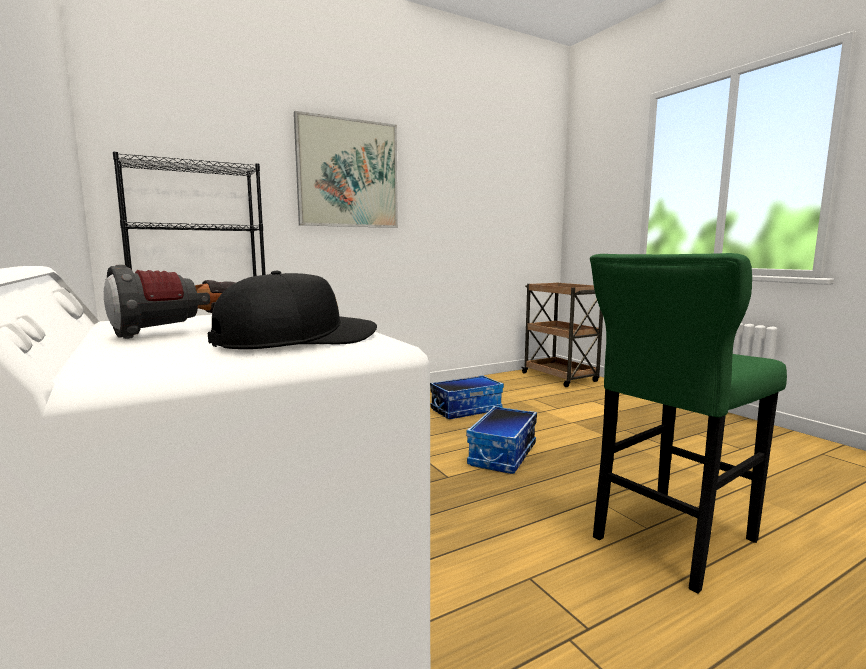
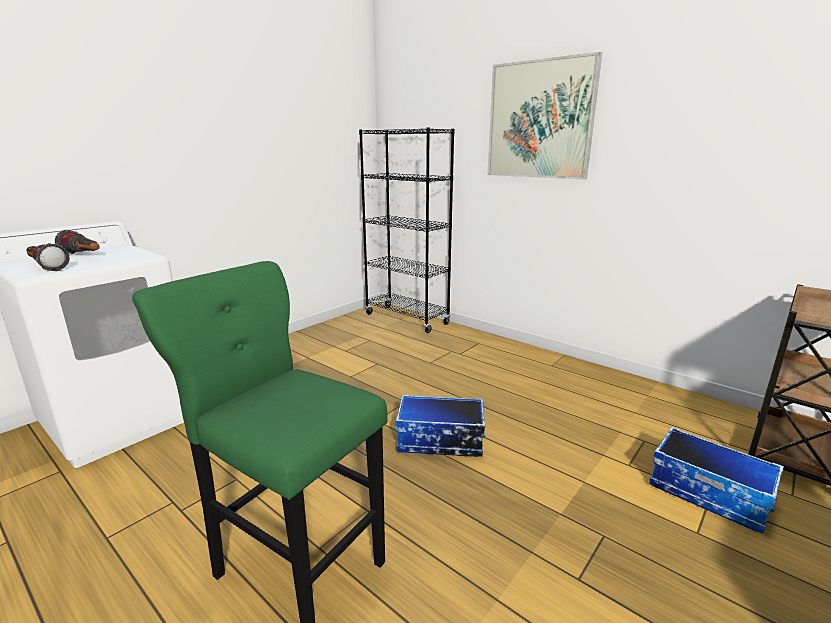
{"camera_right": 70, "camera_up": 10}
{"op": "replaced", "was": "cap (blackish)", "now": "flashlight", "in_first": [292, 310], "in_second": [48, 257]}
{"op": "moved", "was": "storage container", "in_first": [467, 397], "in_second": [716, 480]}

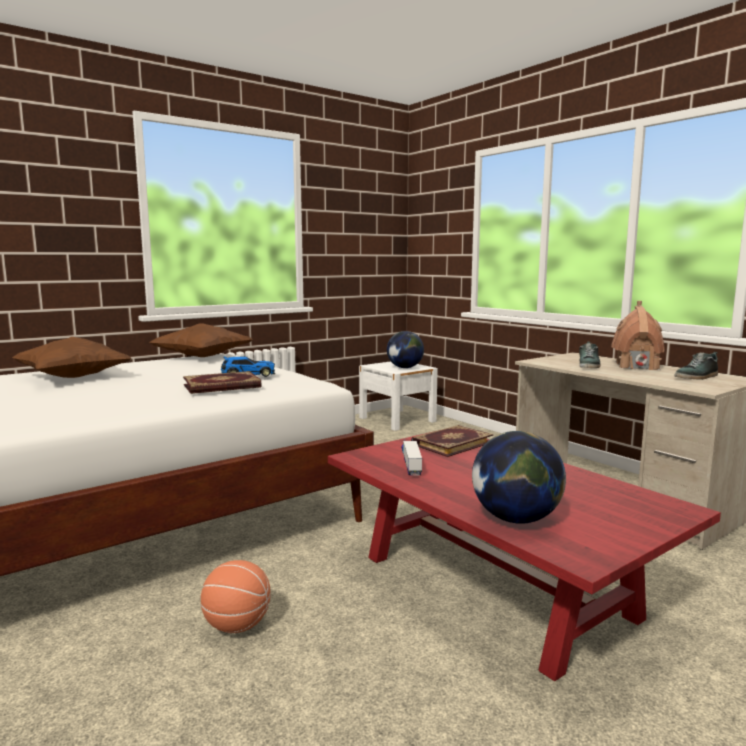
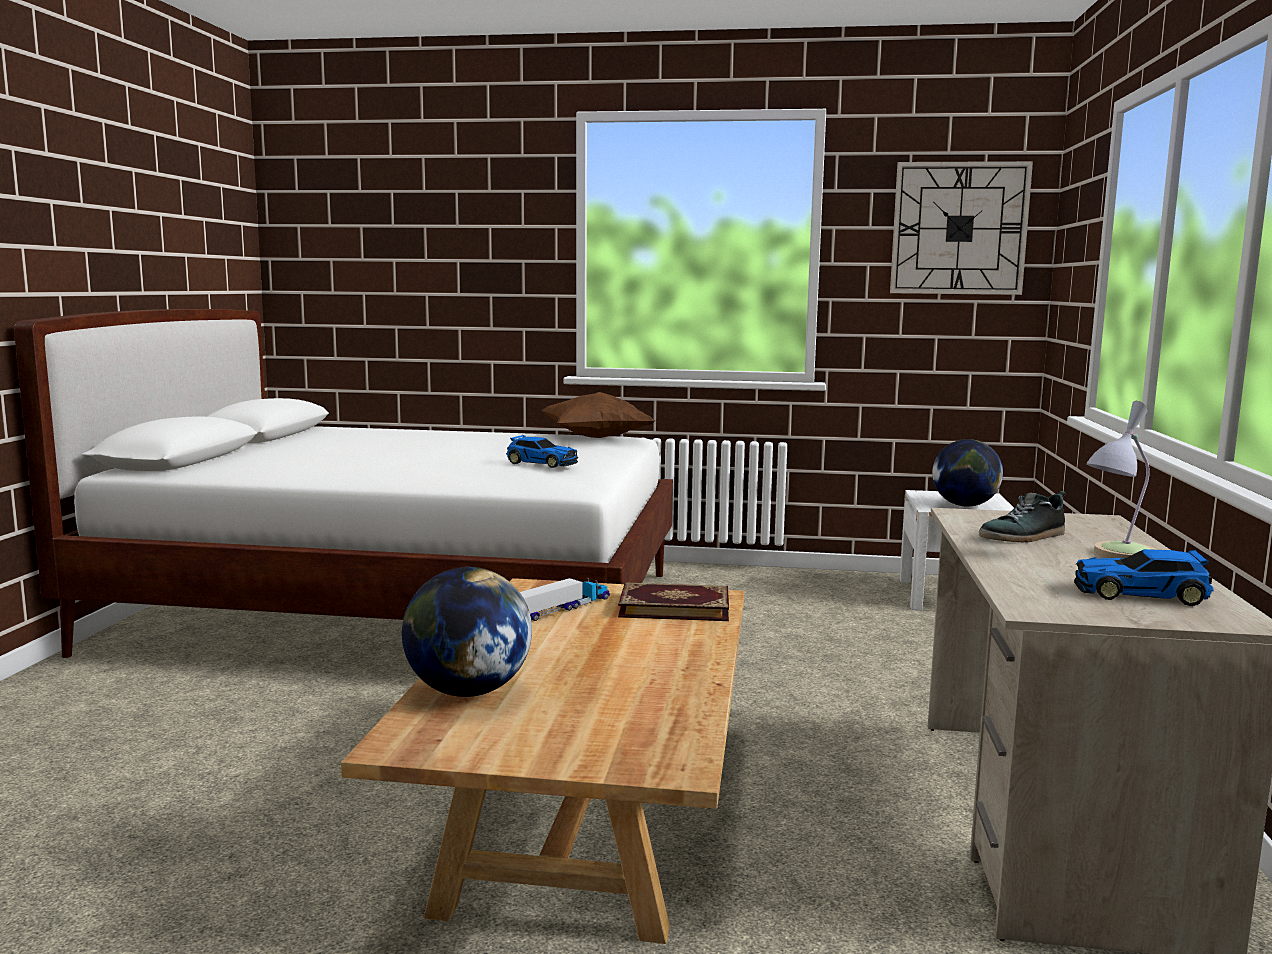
{"camera_right": 45, "camera_up": 0}
{"op": "removed", "was": "cushion (brown-coloured)", "in_first": [71, 357]}
{"op": "removed", "was": "volume", "in_first": [222, 382]}
{"op": "removed", "was": "ball for basketball", "in_first": [236, 596]}
{"op": "recoloured", "was": "lounge table (red-coloured)", "now": "lounge table (beige)", "in_first": [524, 556], "in_second": [542, 761]}
{"op": "replaced", "was": "miniature house", "now": "tabletop lamp", "in_first": [638, 335], "in_second": [1121, 480]}
{"op": "replaced", "was": "item of footwear", "now": "miniature car", "in_first": [696, 366], "in_second": [1144, 577]}
{"op": "added", "now": "hanging clock", "in_second": [961, 228]}

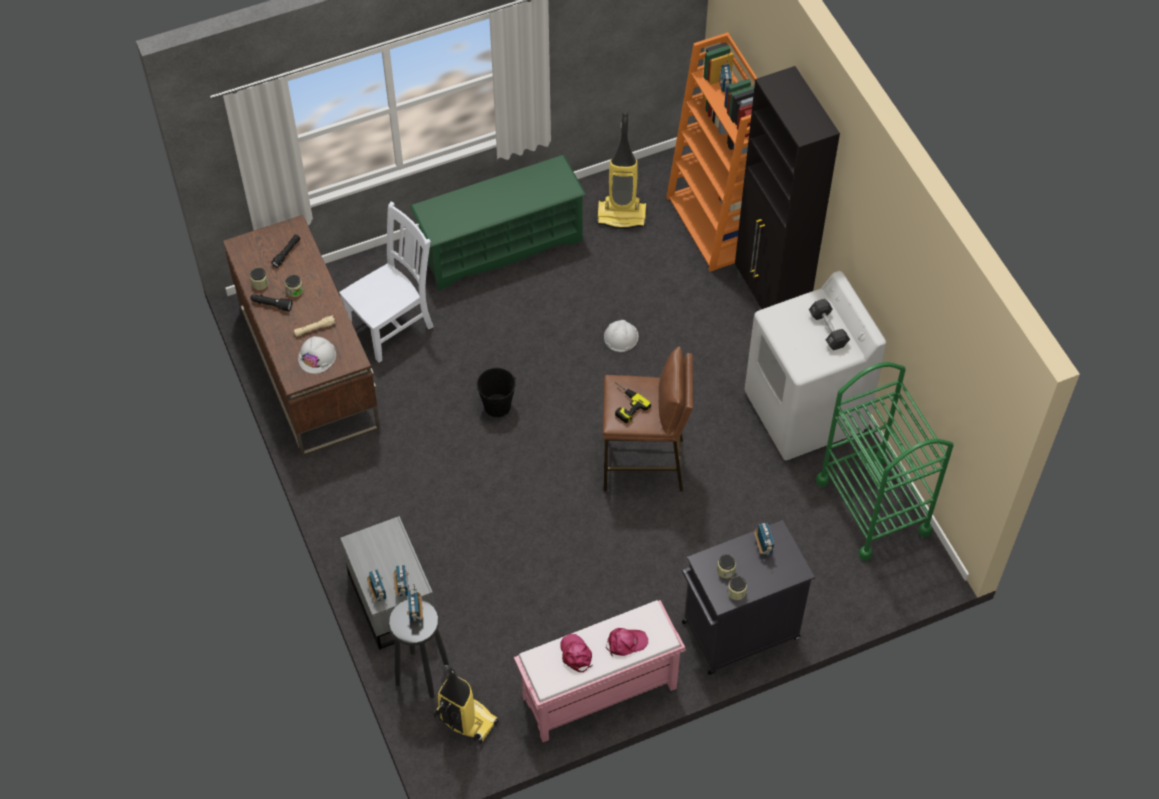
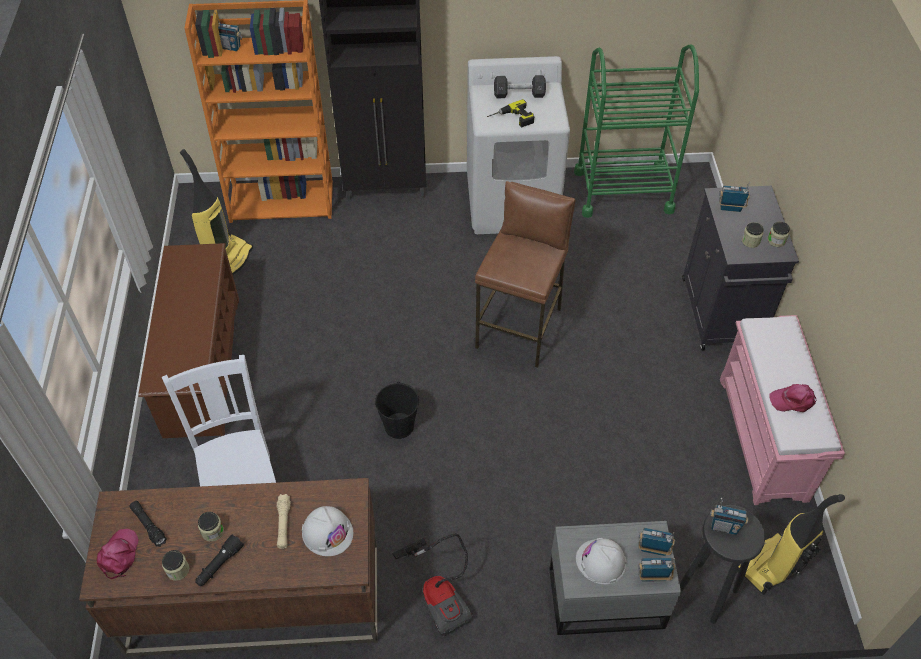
{"camera_right": -70, "camera_up": -5}
{"op": "recoloured", "was": "shoe shelf (greenish)", "now": "shoe shelf (brown-coloured)", "in_first": [498, 223], "in_second": [188, 340]}
{"op": "moved", "was": "work helmet (whitish)", "in_first": [621, 336], "in_second": [601, 561]}
{"op": "moved", "was": "cap (pink)", "in_first": [627, 642], "in_second": [118, 554]}
{"op": "moved", "was": "drill", "in_first": [632, 402], "in_second": [510, 113]}
{"op": "added", "now": "hoover", "in_second": [432, 585]}

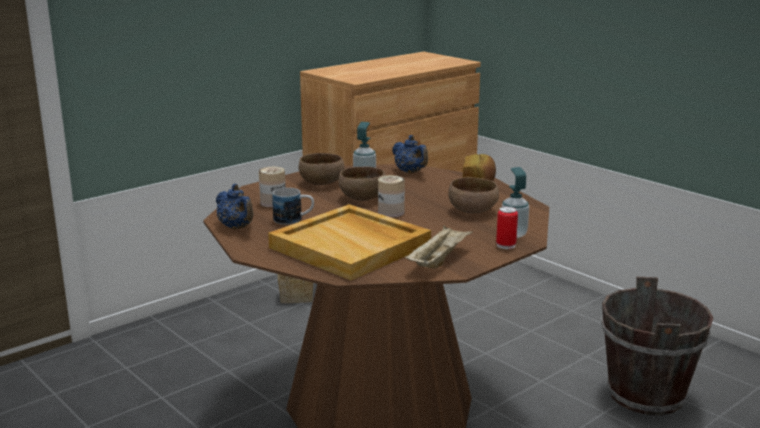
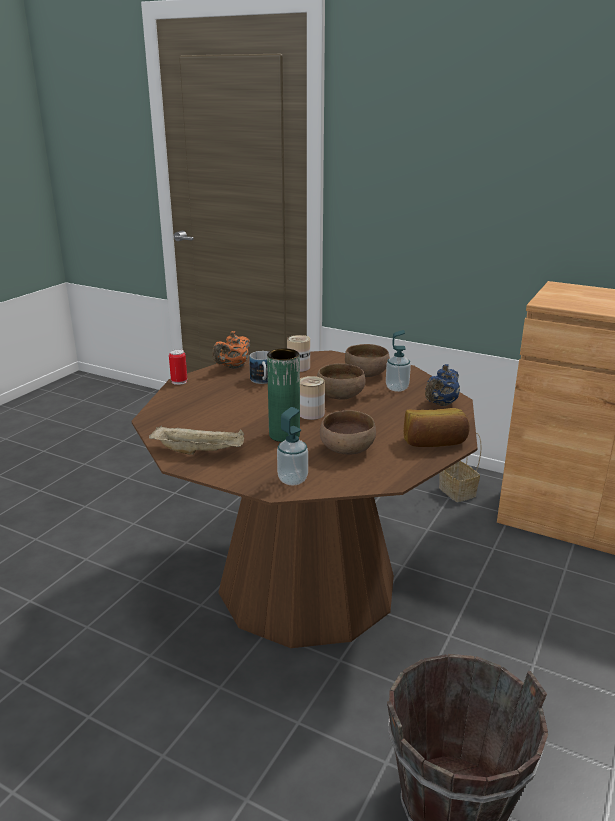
{"camera_right": 70, "camera_up": 5}
{"op": "recoloured", "was": "pot for tea (blue)", "now": "pot for tea (orange)", "in_first": [234, 206], "in_second": [231, 350]}
{"op": "removed", "was": "carrying tray (beige)", "in_first": [349, 242]}
{"op": "moved", "was": "can", "in_first": [507, 227], "in_second": [178, 367]}
{"op": "added", "now": "decorative vase (greenish)", "in_second": [283, 395]}

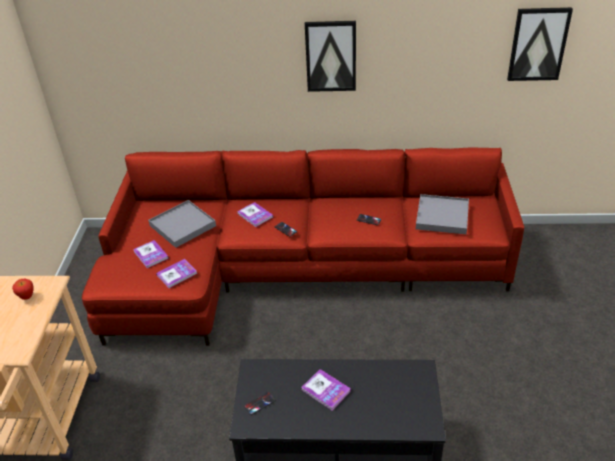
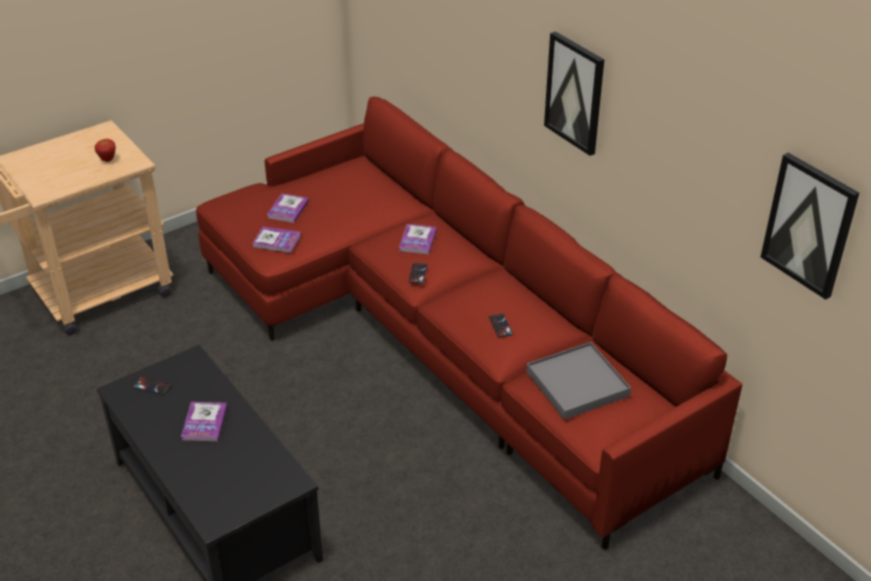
{"camera_right": 50, "camera_up": 0}
{"op": "removed", "was": "carrying tray (grey)", "in_first": [182, 224]}

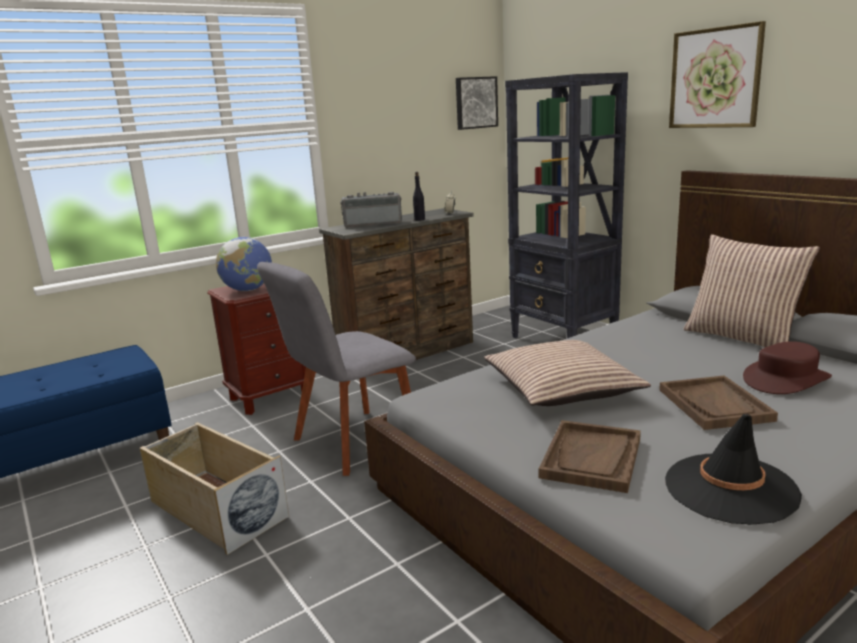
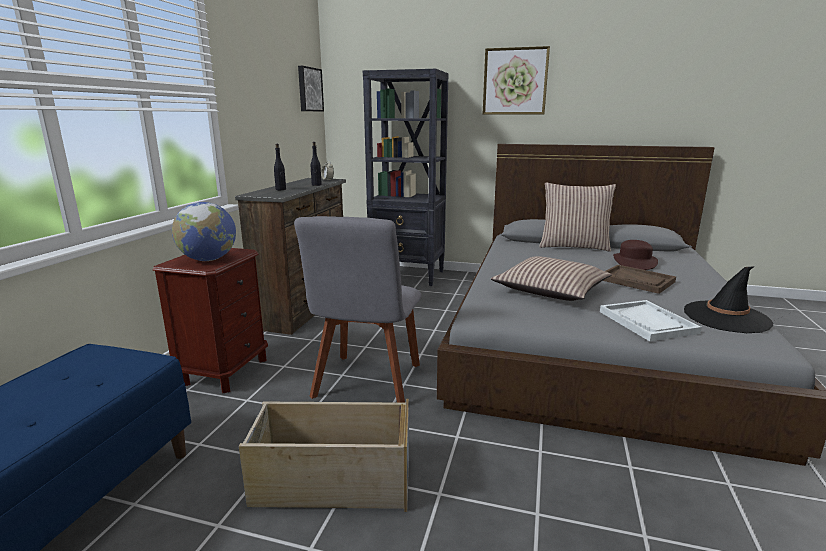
{"camera_right": -40, "camera_up": 0}
{"op": "replaced", "was": "radio receiver", "now": "beverage bottle (blackish)", "in_first": [371, 210], "in_second": [280, 167]}
{"op": "recoloured", "was": "carrying tray (brown-coloured)", "now": "carrying tray (whitish)", "in_first": [590, 456], "in_second": [651, 320]}

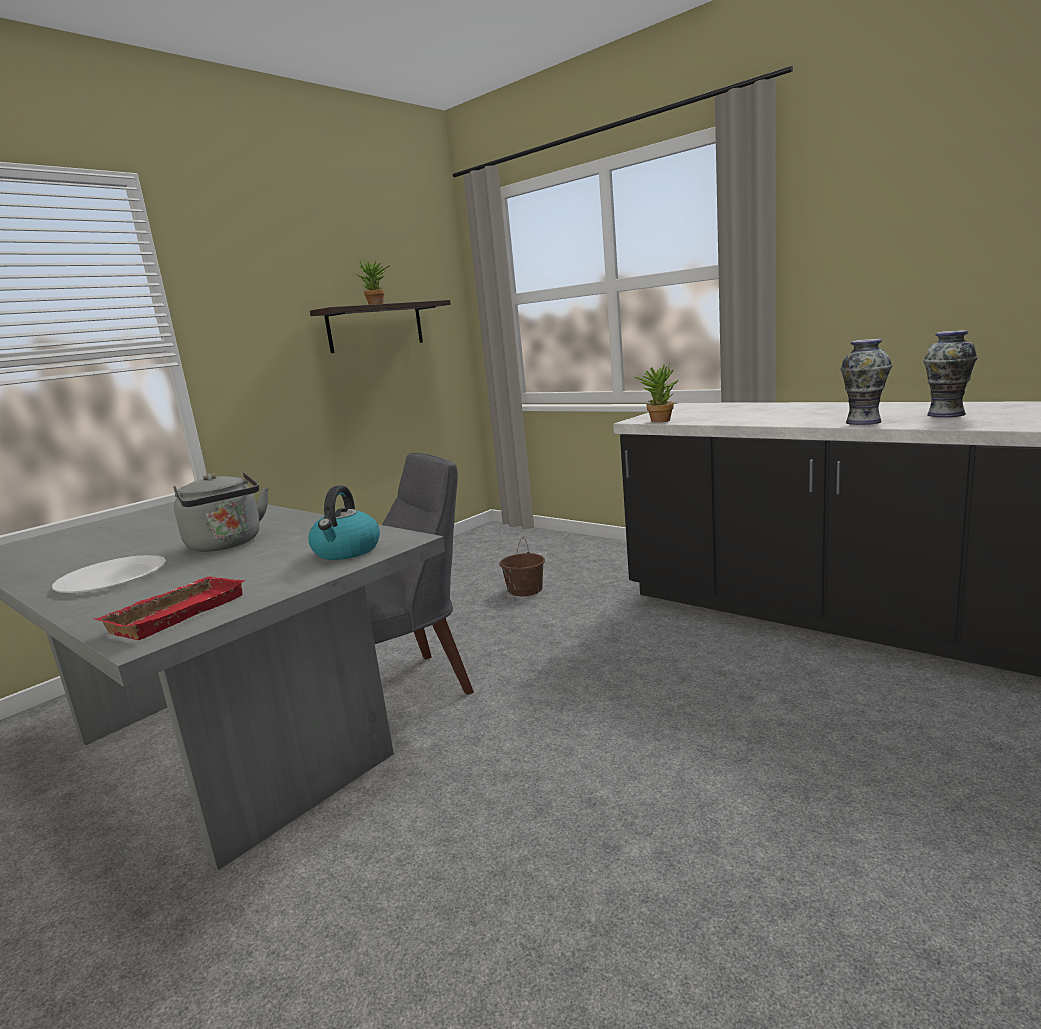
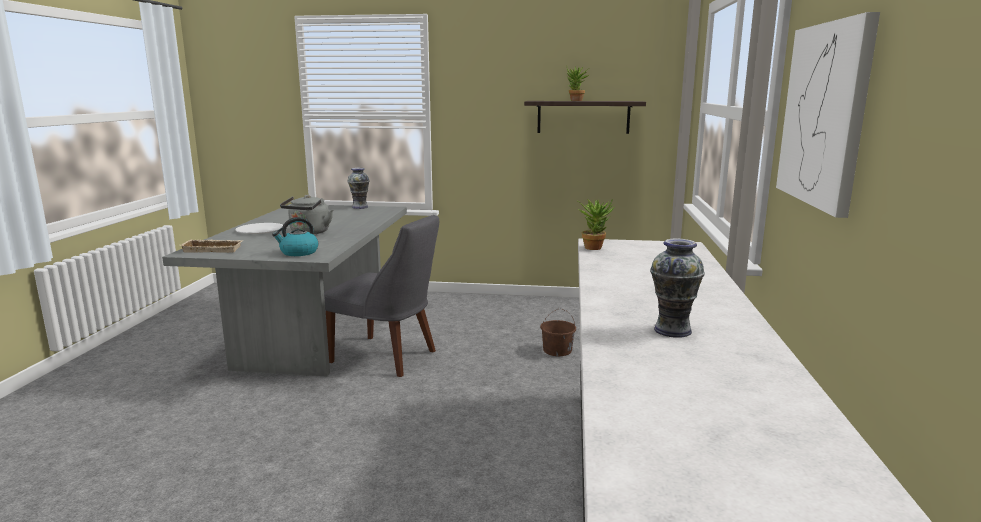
{"camera_right": 55, "camera_up": 0}
{"op": "recoloured", "was": "carrying tray (red-coloured)", "now": "carrying tray (beige)", "in_first": [169, 608], "in_second": [212, 246]}
{"op": "moved", "was": "decorative vase", "in_first": [866, 382], "in_second": [358, 188]}
{"op": "added", "now": "picture", "in_second": [828, 115]}

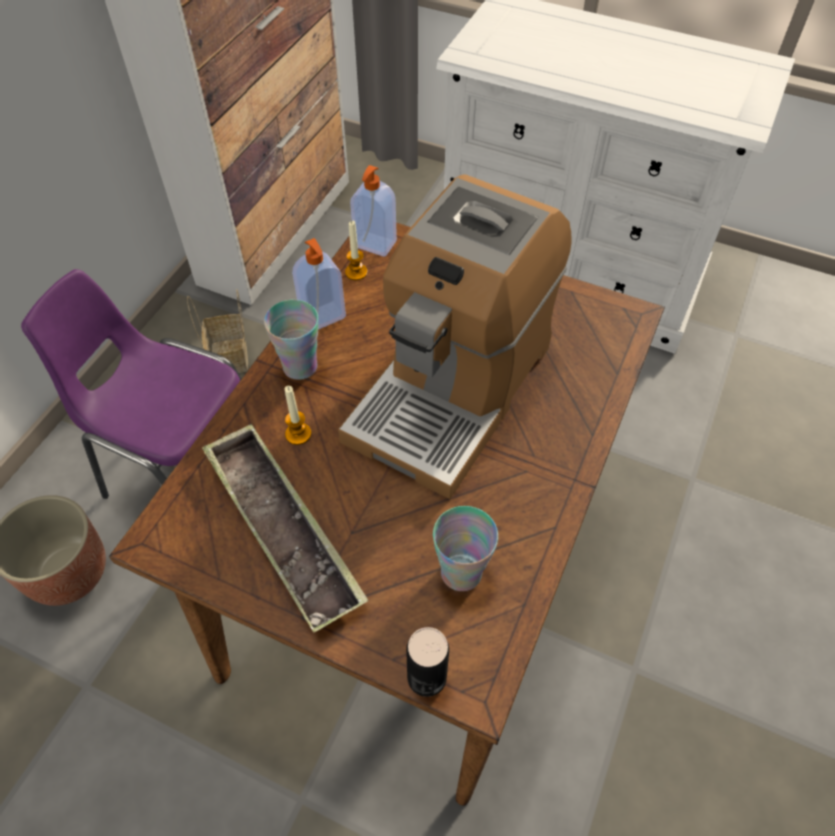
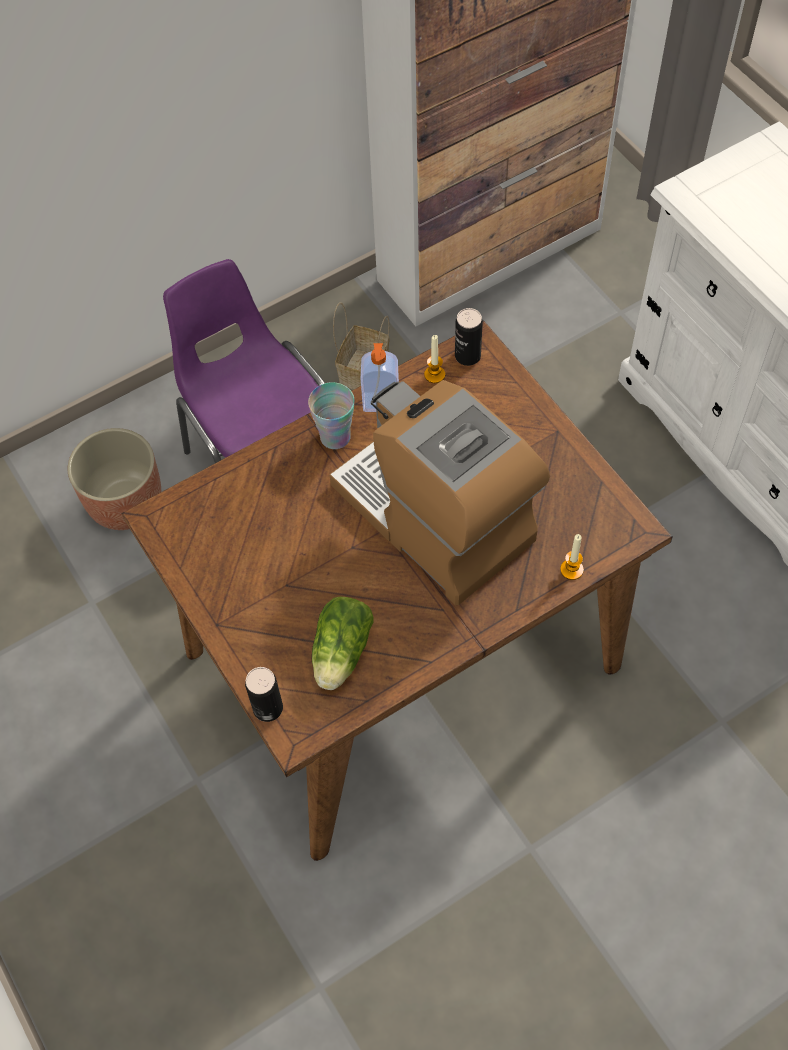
{"camera_right": 35, "camera_up": 5}
{"op": "removed", "was": "carrying tray", "in_first": [285, 528]}
{"op": "moved", "was": "wax light", "in_first": [298, 415], "in_second": [572, 557]}
{"op": "turned", "was": "coffee brewer", "in_first": [455, 336], "in_second": [440, 492], "clockwise": 75}
{"op": "replaced", "was": "liquid soap bottle", "now": "can", "in_first": [373, 211], "in_second": [469, 337]}
{"op": "replaced", "was": "small cup", "now": "lettuce", "in_first": [465, 548], "in_second": [343, 643]}

